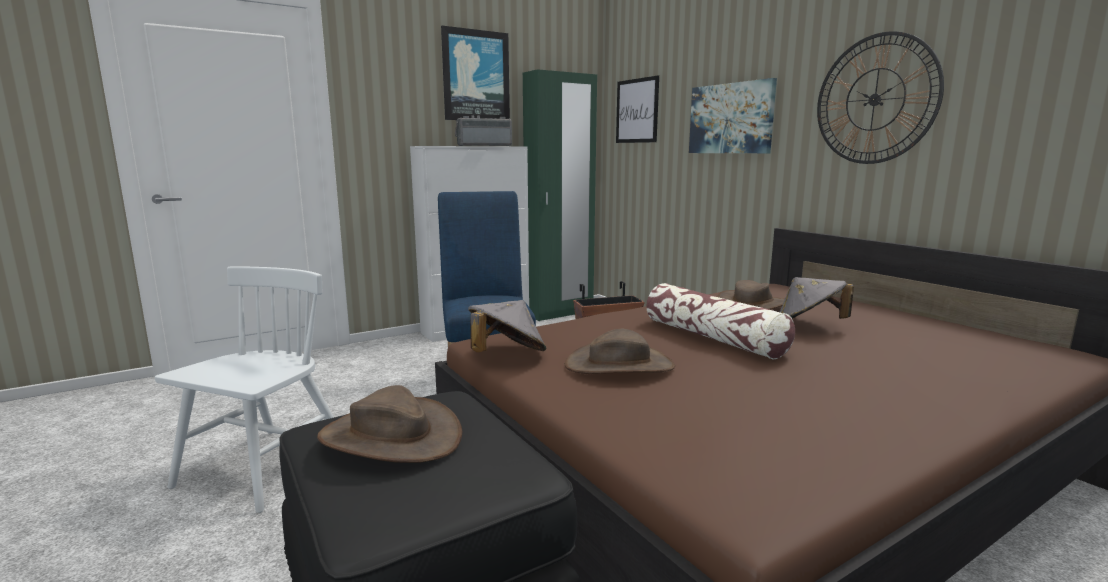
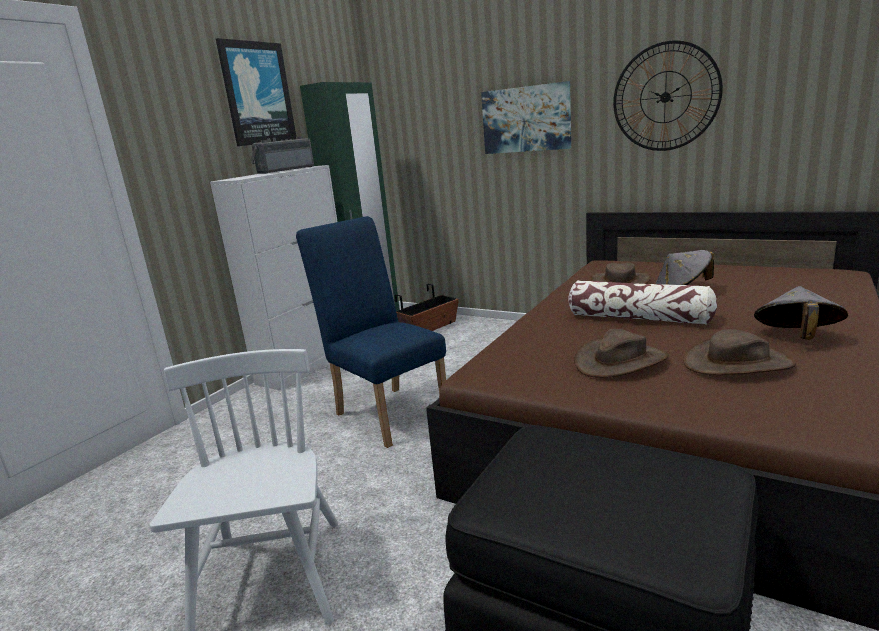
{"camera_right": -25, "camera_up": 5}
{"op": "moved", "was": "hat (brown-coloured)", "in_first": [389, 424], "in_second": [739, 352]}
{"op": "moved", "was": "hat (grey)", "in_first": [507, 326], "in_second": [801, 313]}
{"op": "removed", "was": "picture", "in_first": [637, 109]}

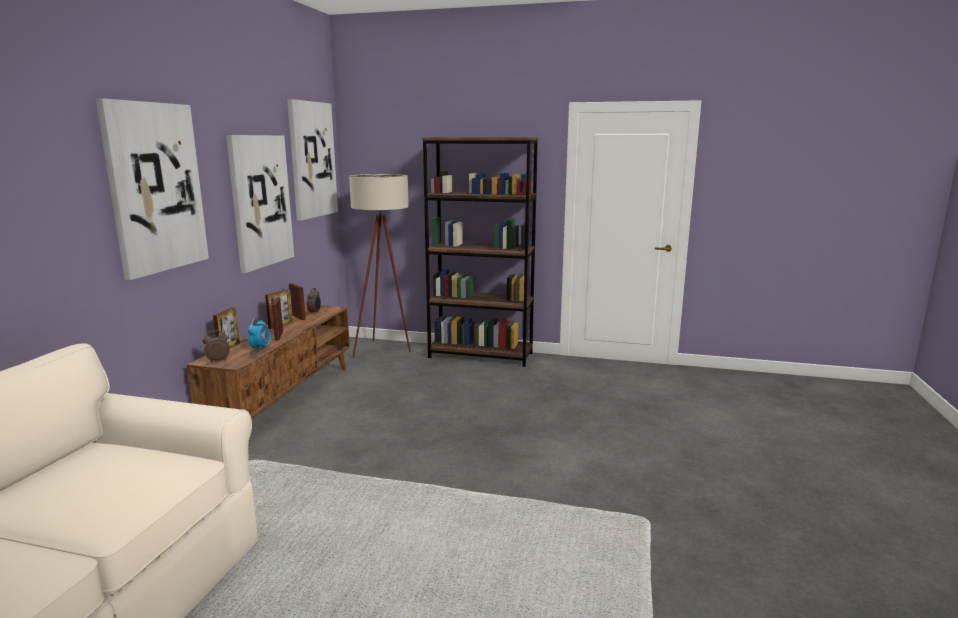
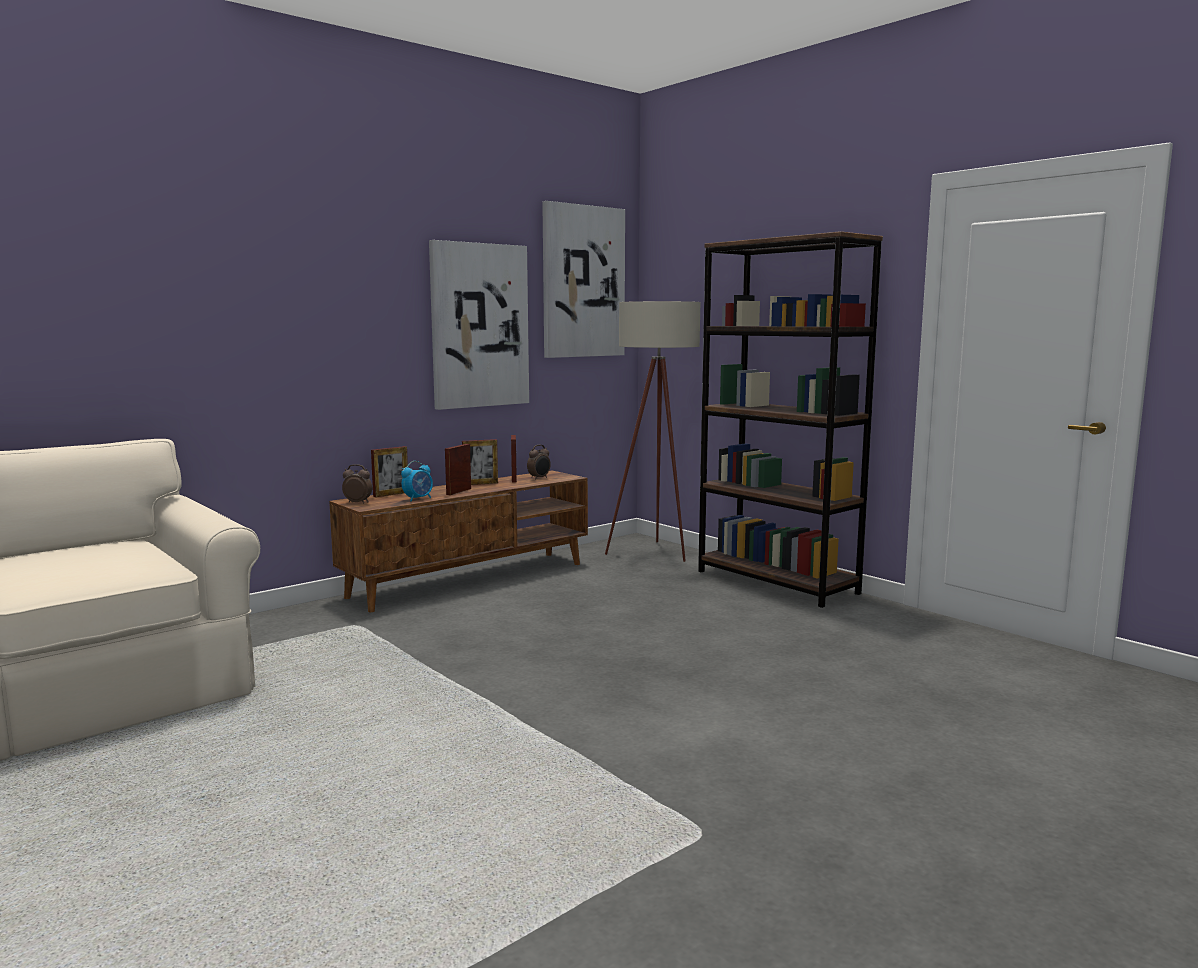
{"camera_right": 35, "camera_up": -5}
{"op": "removed", "was": "picture", "in_first": [152, 189]}

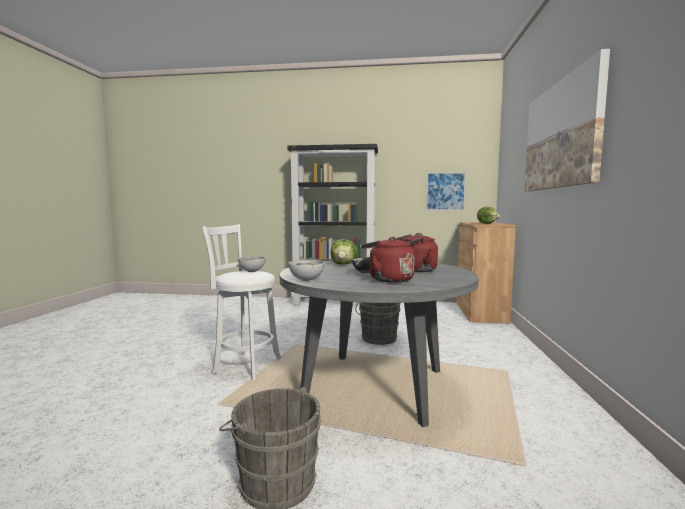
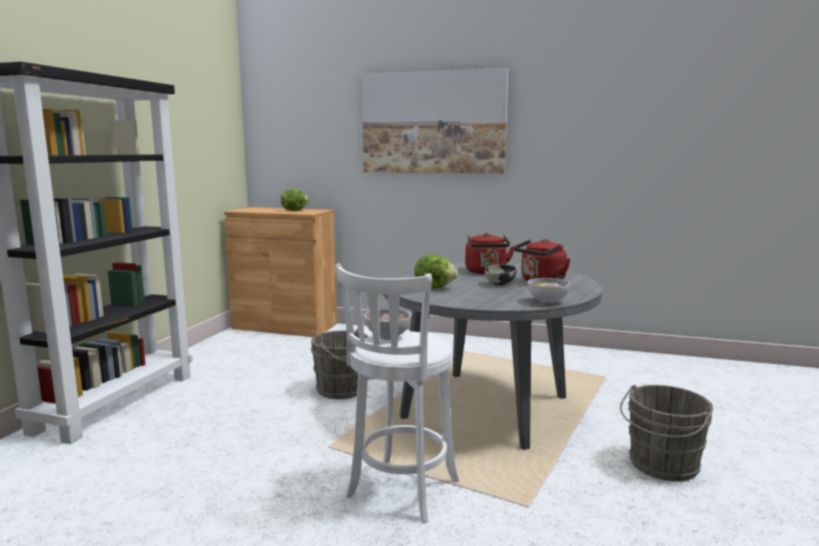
{"camera_right": -80, "camera_up": 5}
{"op": "removed", "was": "picture", "in_first": [446, 191]}

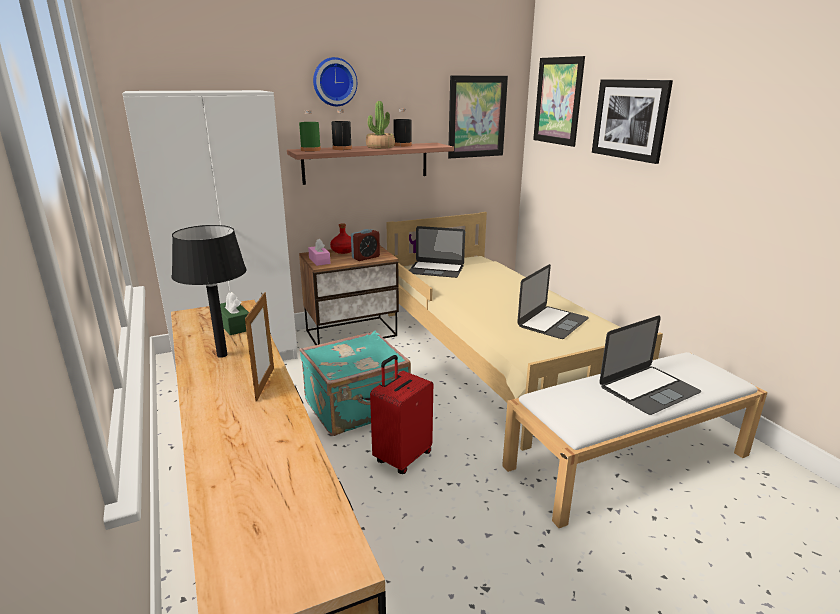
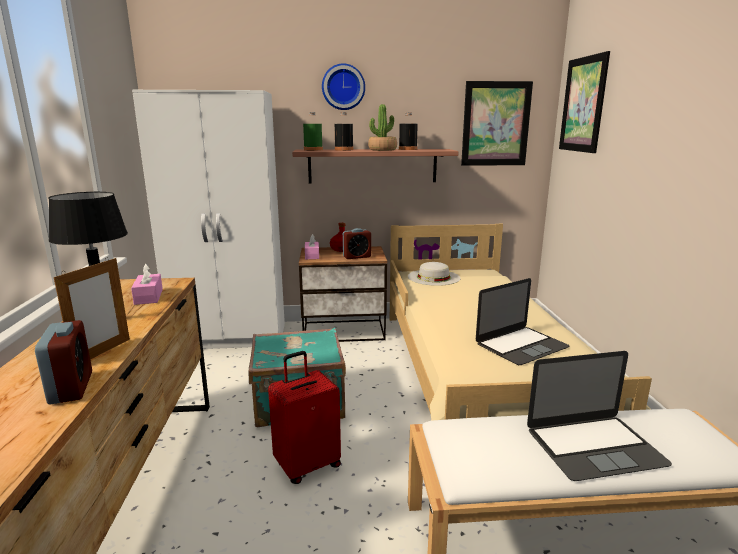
{"camera_right": 20, "camera_up": -5}
{"op": "recoloured", "was": "box of tissues (greenish)", "now": "box of tissues (pink)", "in_first": [234, 313], "in_second": [147, 284]}
{"op": "replaced", "was": "laptop", "now": "hat (whitish)", "in_first": [437, 252], "in_second": [434, 274]}
{"op": "removed", "was": "picture", "in_first": [632, 121]}
{"op": "added", "now": "bedside clock", "in_second": [63, 362]}

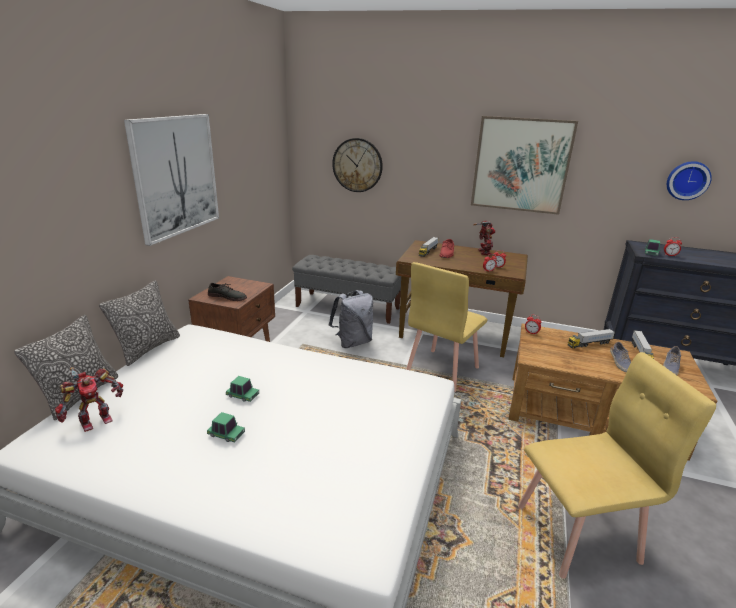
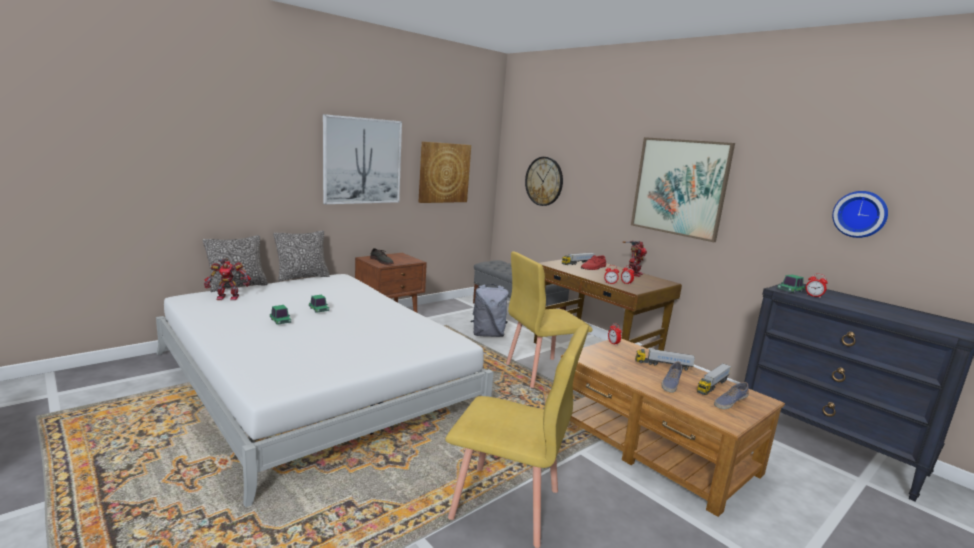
{"camera_right": 30, "camera_up": -10}
{"op": "added", "now": "picture", "in_second": [444, 172]}

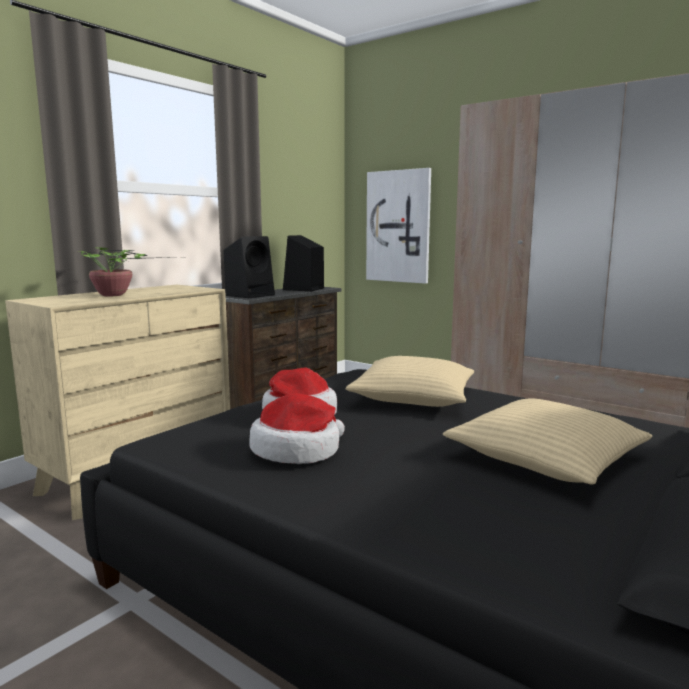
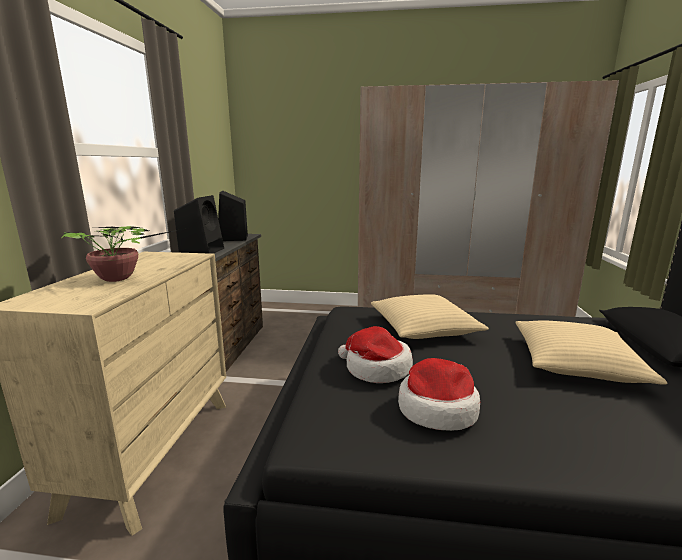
{"camera_right": -30, "camera_up": 5}
{"op": "removed", "was": "picture", "in_first": [398, 226]}

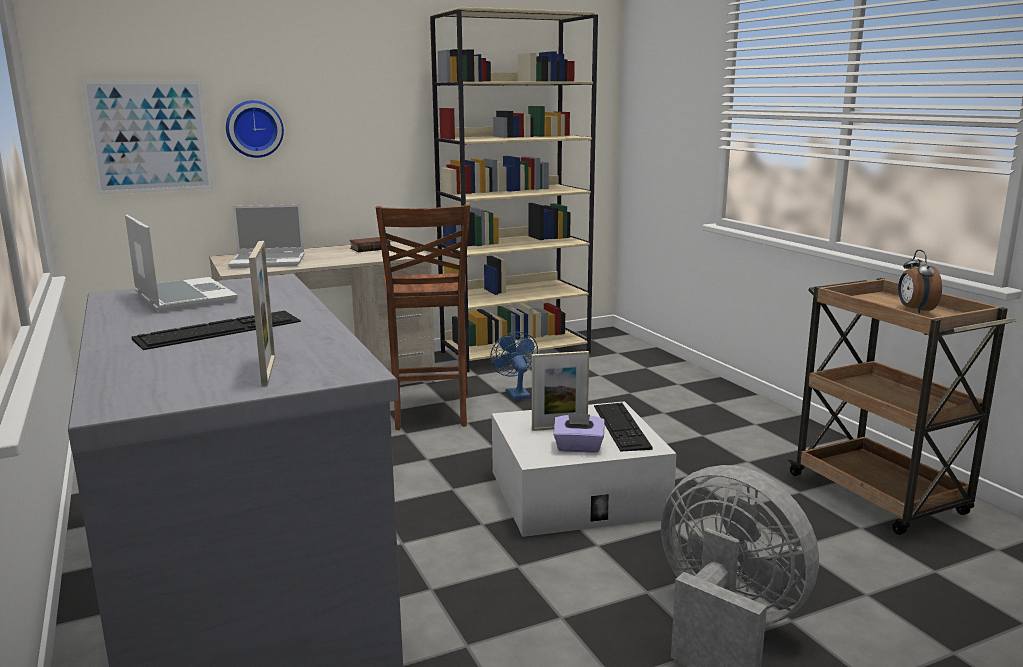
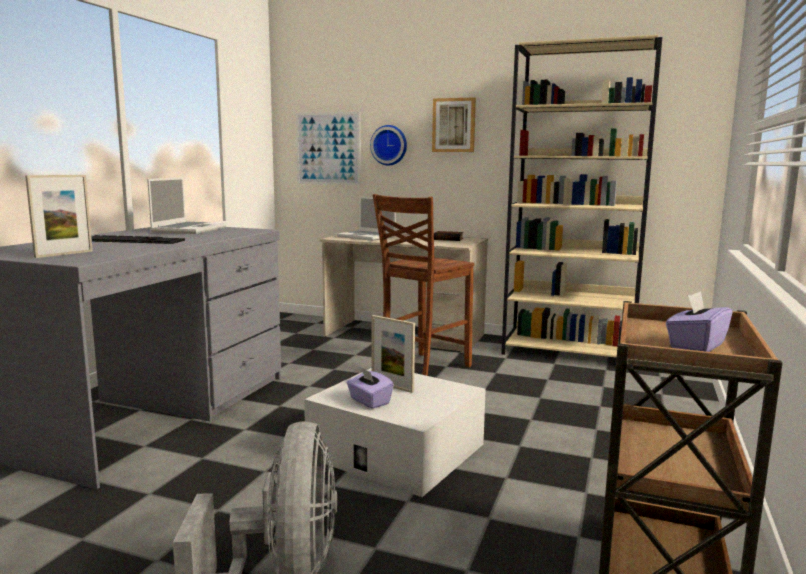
{"camera_right": 45, "camera_up": -5}
{"op": "removed", "was": "electric fan (blue)", "in_first": [514, 366]}
{"op": "removed", "was": "PC keyboard", "in_first": [623, 427]}
{"op": "replaced", "was": "bedside clock", "now": "box of tissues (purple)", "in_first": [920, 281], "in_second": [699, 321]}
{"op": "added", "now": "picture", "in_second": [454, 124]}

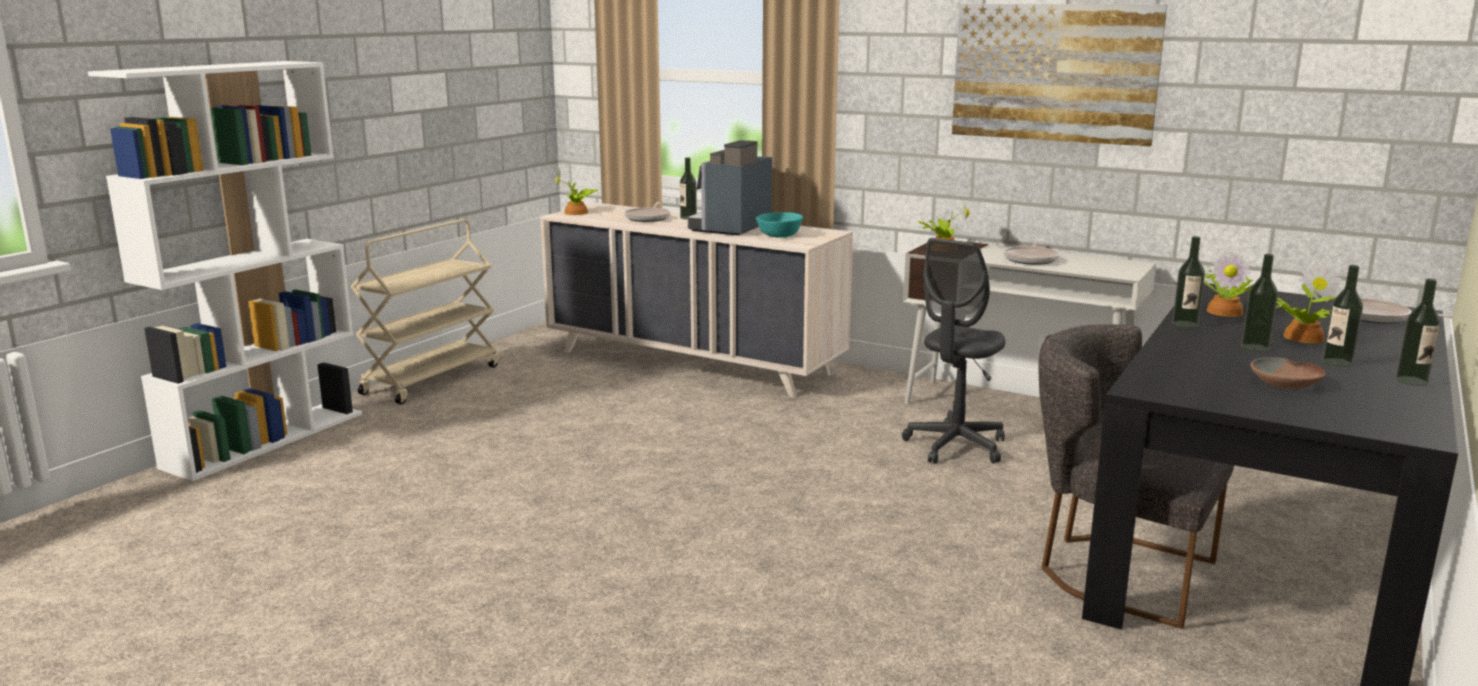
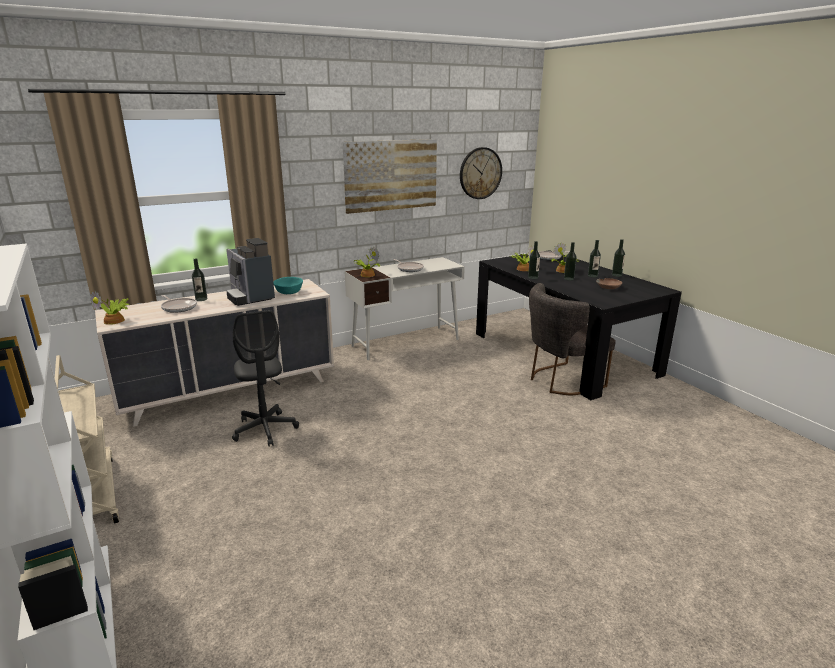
{"camera_right": -60, "camera_up": 5}
{"op": "moved", "was": "computer chair (grey)", "in_first": [953, 351], "in_second": [265, 378]}
{"op": "added", "now": "hanging clock", "in_second": [481, 173]}

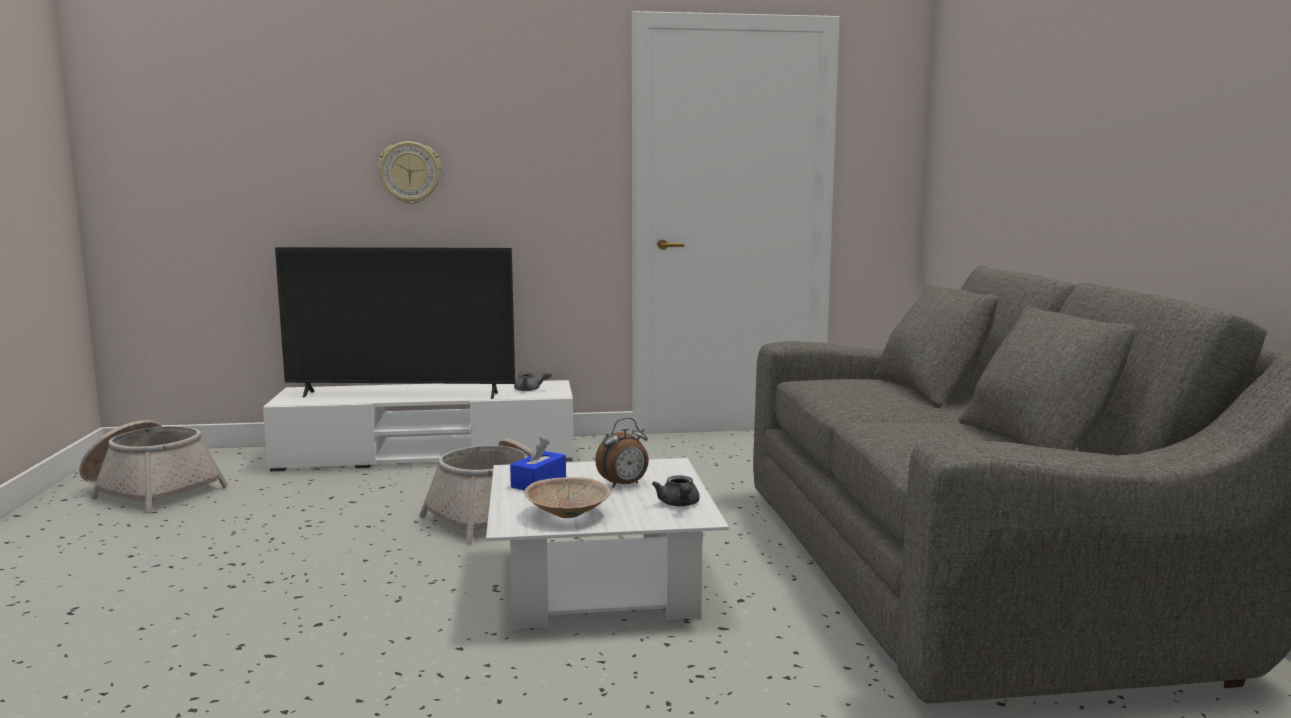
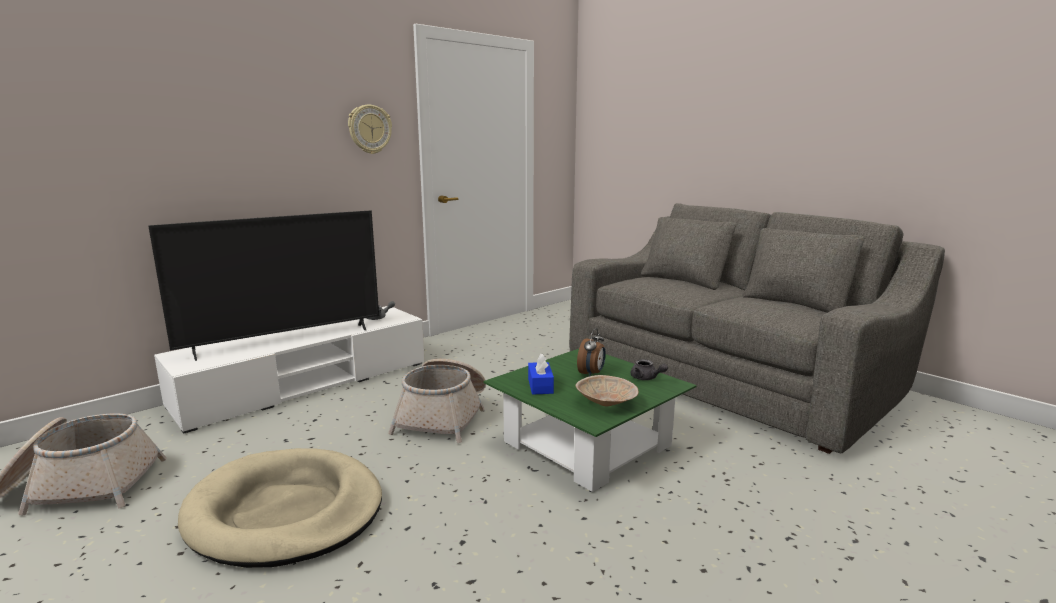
{"camera_right": -35, "camera_up": 5}
{"op": "moved", "was": "hanging clock", "in_first": [409, 172], "in_second": [370, 129]}
{"op": "recoloured", "was": "lounge table (whitish)", "now": "lounge table (greenish)", "in_first": [607, 543], "in_second": [590, 420]}
{"op": "added", "now": "pet bed (beige)", "in_second": [280, 508]}

